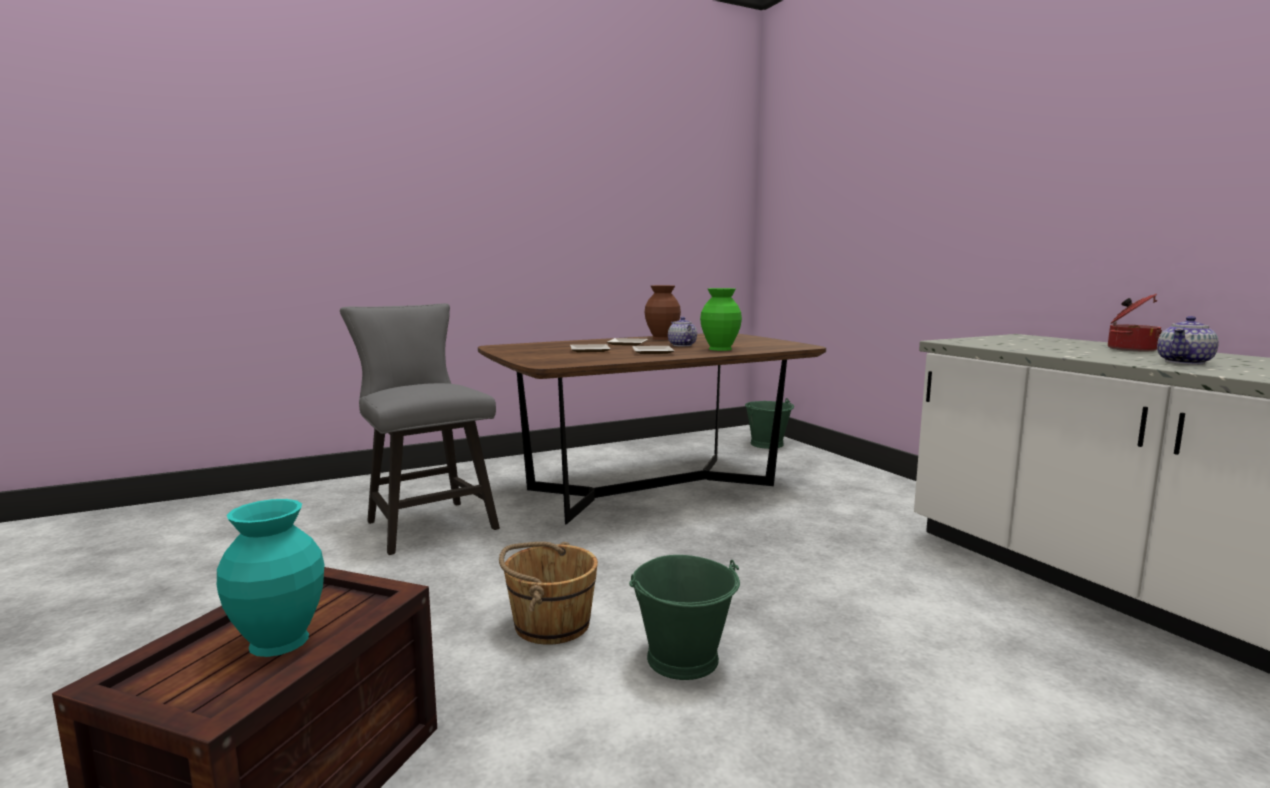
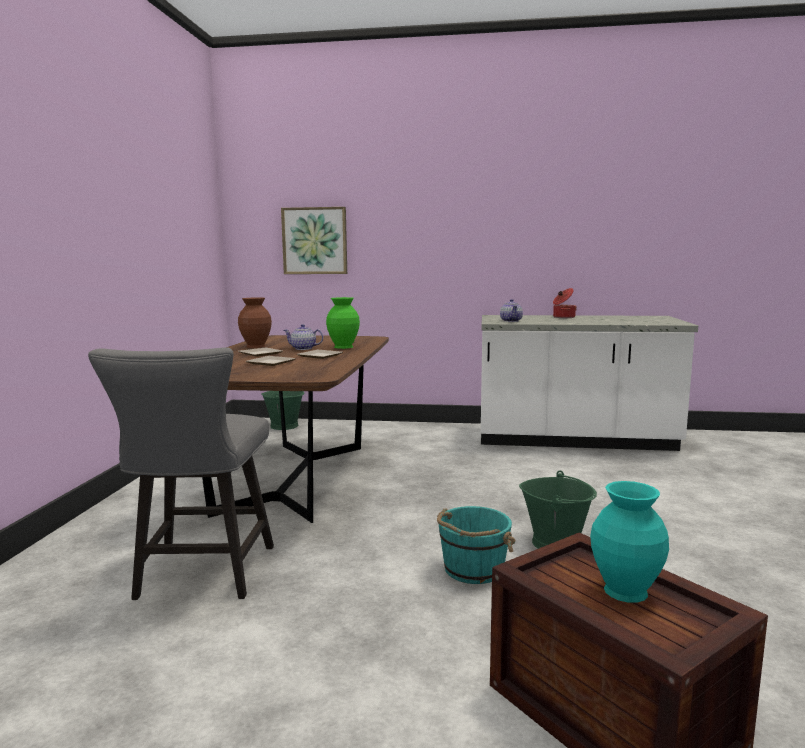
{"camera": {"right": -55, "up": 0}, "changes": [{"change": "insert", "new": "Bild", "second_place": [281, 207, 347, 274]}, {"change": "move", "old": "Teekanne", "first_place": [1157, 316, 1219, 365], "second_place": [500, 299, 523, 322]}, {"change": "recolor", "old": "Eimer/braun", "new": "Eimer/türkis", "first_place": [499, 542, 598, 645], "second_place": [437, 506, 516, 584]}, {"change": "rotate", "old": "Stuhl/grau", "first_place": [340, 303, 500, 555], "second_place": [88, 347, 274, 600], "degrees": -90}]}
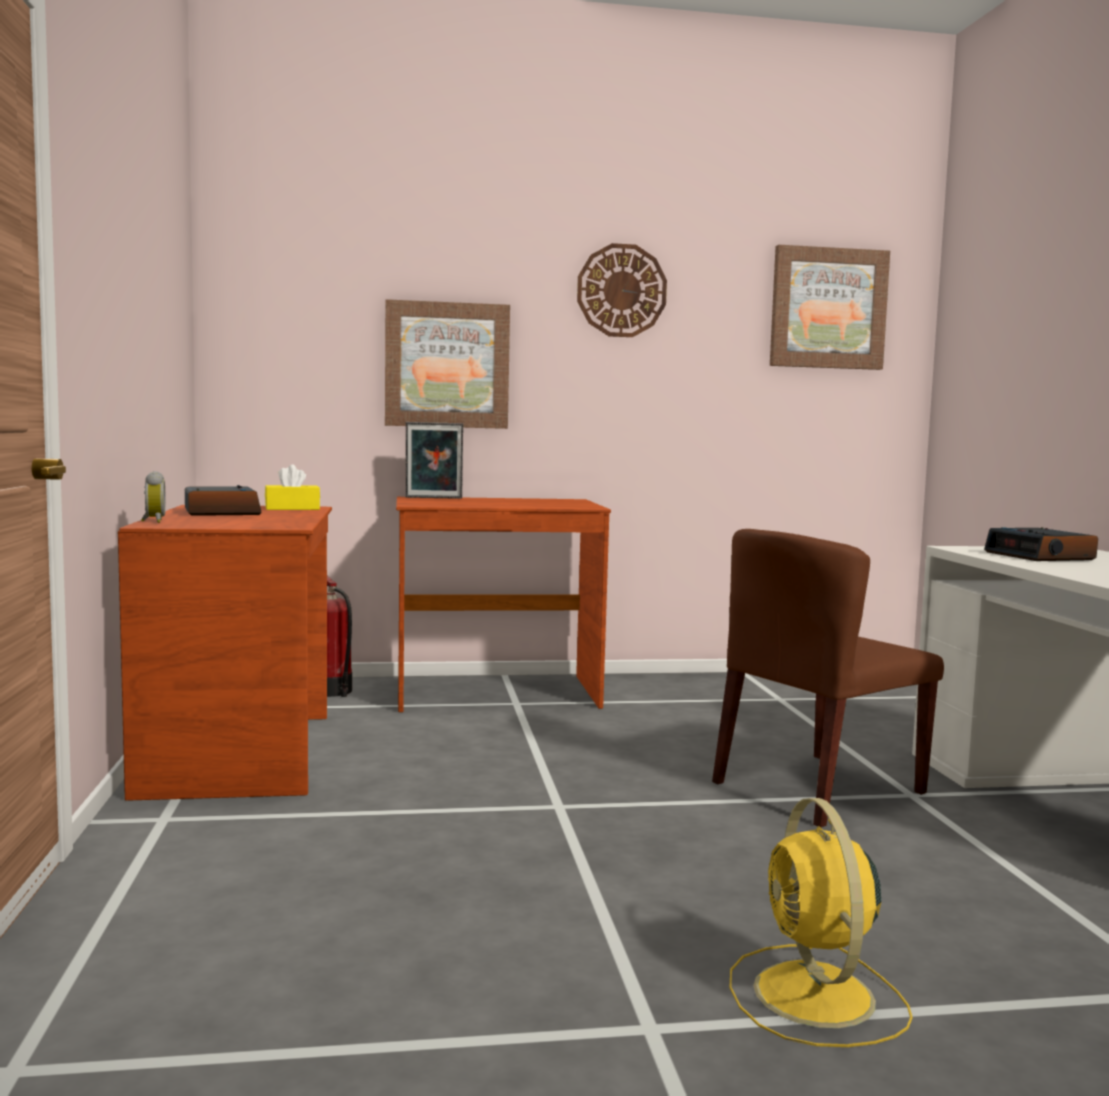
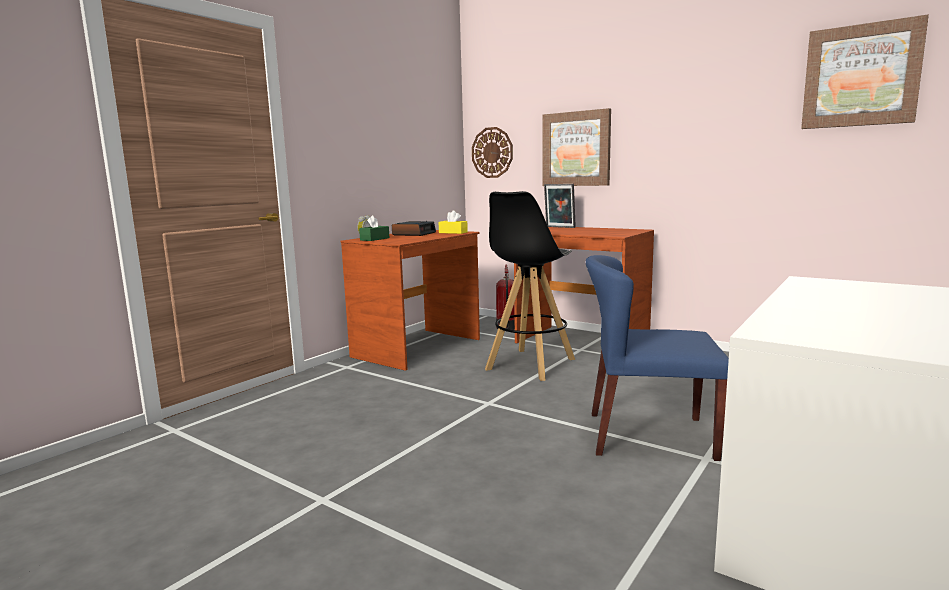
{"camera": {"right": 45, "up": 5}, "changes": [{"change": "delete", "old": "Ventilator/gelb", "first_place": [730, 798, 913, 1047]}, {"change": "delete", "old": "Wecker", "first_place": [984, 527, 1098, 561]}, {"change": "insert", "new": "Taschentuchbox/grün", "second_place": [359, 215, 389, 241]}, {"change": "insert", "new": "Hocker/schwarz", "second_place": [485, 191, 575, 381]}, {"change": "move", "old": "Wanduhr", "first_place": [577, 243, 667, 337], "second_place": [472, 127, 513, 178]}, {"change": "recolor", "old": "Stuhl/braun", "new": "Stuhl/blau", "first_place": [712, 529, 944, 827], "second_place": [585, 255, 729, 461]}]}
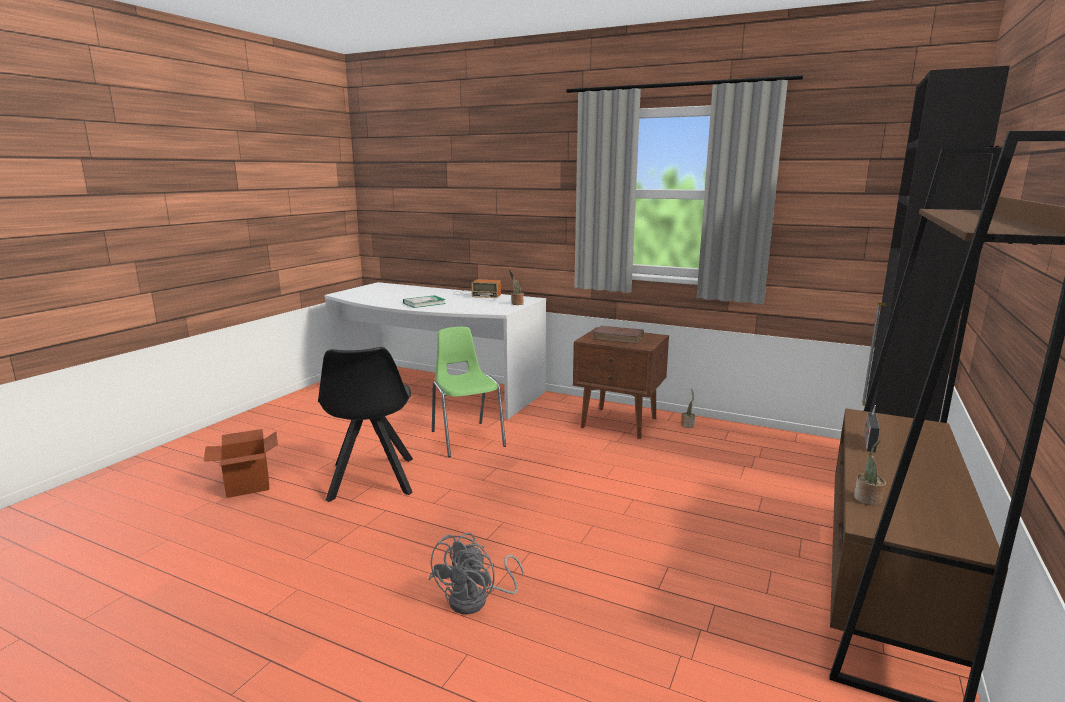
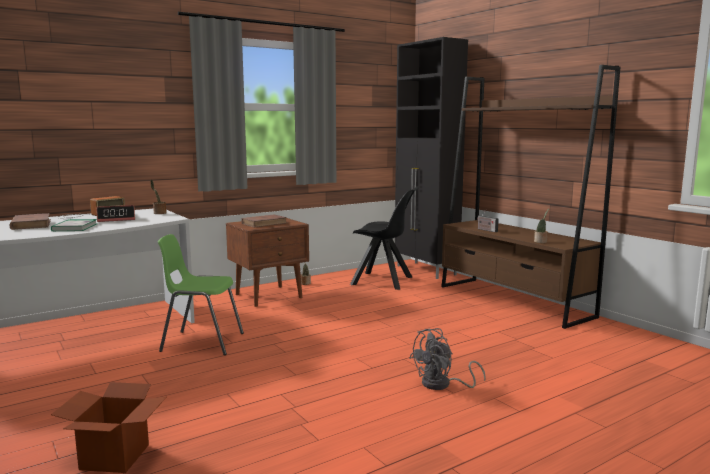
{"camera": {"right": -60, "up": -5}, "changes": [{"change": "insert", "new": "Buch/braun", "second_place": [9, 213, 51, 230]}, {"change": "insert", "new": "Wecker", "second_place": [96, 205, 135, 222]}, {"change": "move", "old": "Stuhl/schwarz", "first_place": [318, 347, 413, 502], "second_place": [350, 187, 419, 290]}, {"change": "rotate", "old": "Ventilator/grau", "first_place": [428, 533, 524, 614], "second_place": [409, 328, 486, 390], "degrees": 90}]}
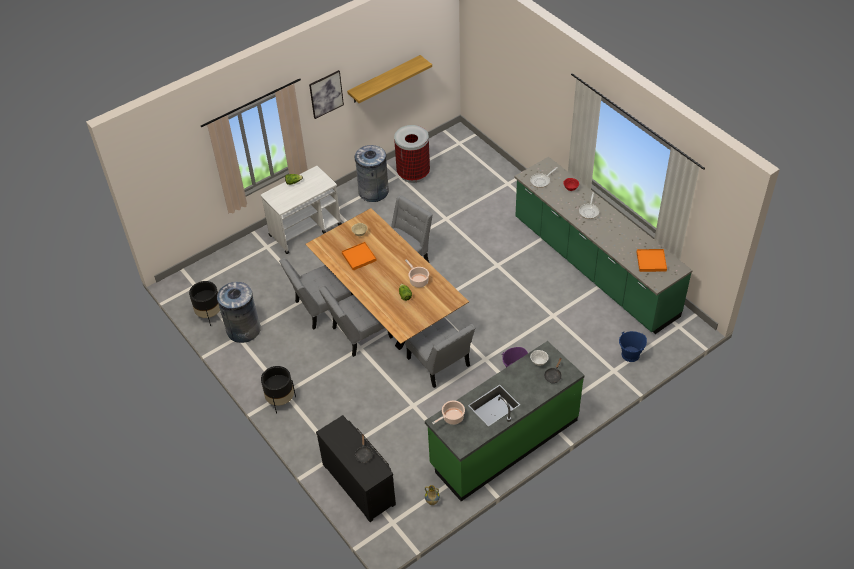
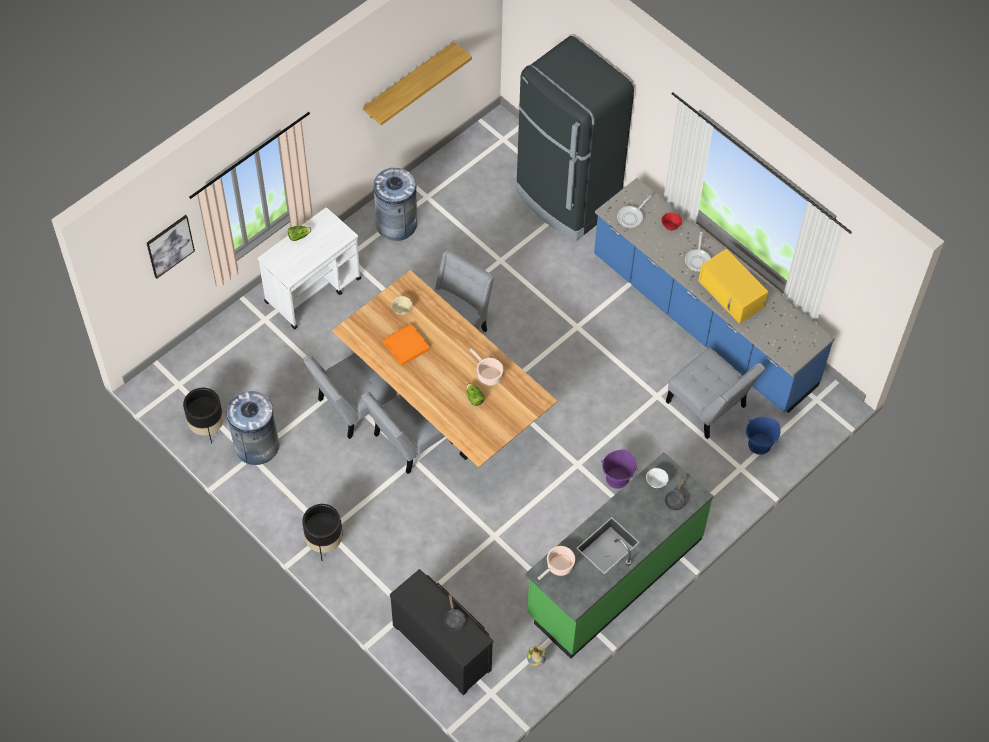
{"camera": {"right": -10, "up": 10}, "changes": [{"change": "delete", "old": "Mülleimer", "first_place": [394, 125, 430, 183]}, {"change": "delete", "old": "Tablett/orange", "first_place": [637, 249, 667, 272]}, {"change": "insert", "new": "Kühlschrank/schwarz", "second_place": [516, 36, 634, 241]}, {"change": "insert", "new": "Mikrowelle/gelb", "second_place": [698, 249, 768, 324]}, {"change": "move", "old": "Bild", "first_place": [309, 70, 344, 119], "second_place": [147, 215, 195, 279]}, {"change": "move", "old": "Stuhl/grau", "first_place": [405, 318, 475, 388], "second_place": [666, 348, 765, 439]}, {"change": "recolor", "old": "Küchenzeile/grün", "new": "Küchenzeile/blau", "first_place": [514, 157, 693, 334], "second_place": [594, 178, 835, 413]}]}
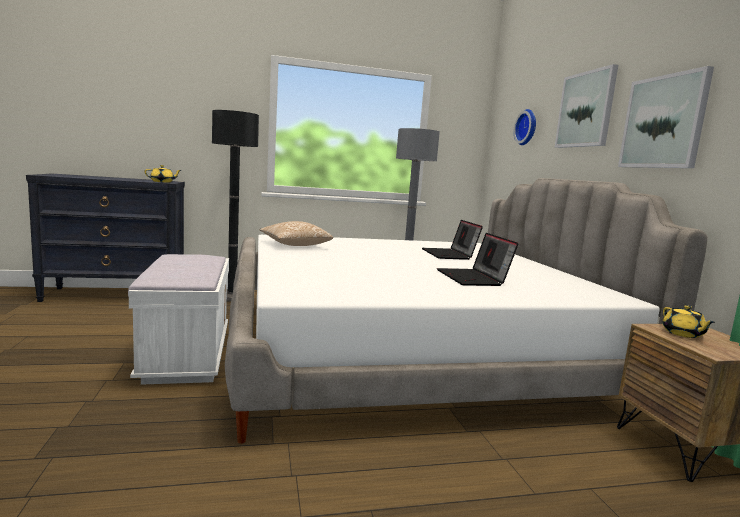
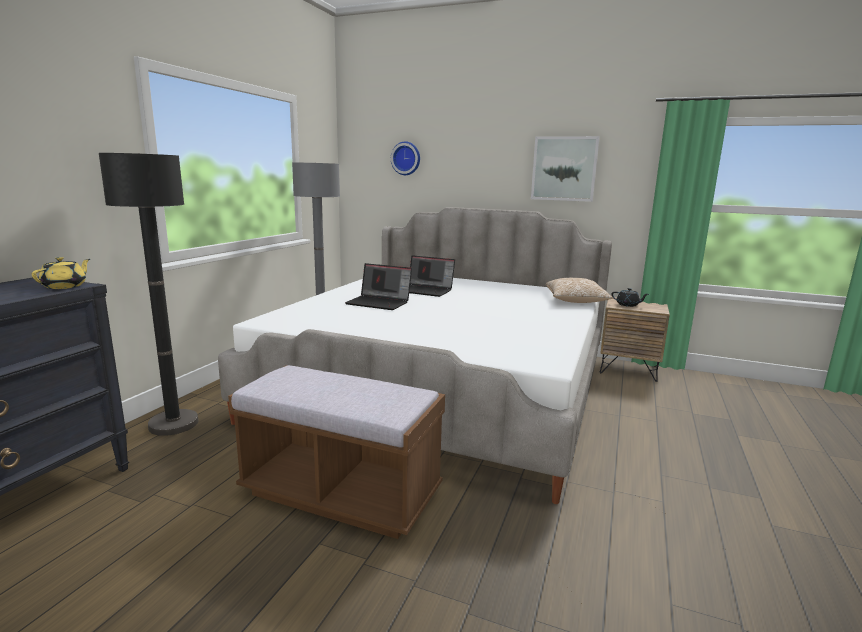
{"camera": {"right": -55, "up": 5}, "changes": [{"change": "delete", "old": "Bild", "first_place": [555, 64, 618, 148]}, {"change": "move", "old": "Kissen", "first_place": [260, 221, 333, 246], "second_place": [546, 278, 613, 303]}, {"change": "move", "old": "Laptop", "first_place": [437, 233, 519, 286], "second_place": [345, 263, 412, 310]}, {"change": "recolor", "old": "Bank/weiß", "new": "Bank/braun", "first_place": [128, 254, 229, 385], "second_place": [228, 365, 445, 539]}, {"change": "recolor", "old": "Teekanne/gelb", "new": "Teekanne/schwarz", "first_place": [662, 305, 715, 338], "second_place": [611, 288, 649, 307]}]}
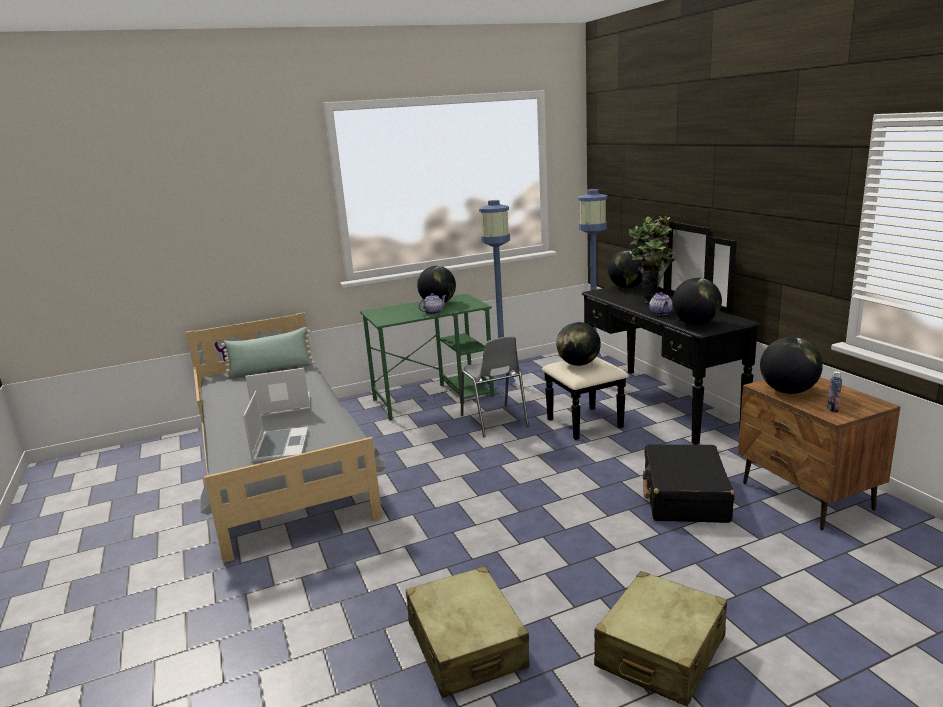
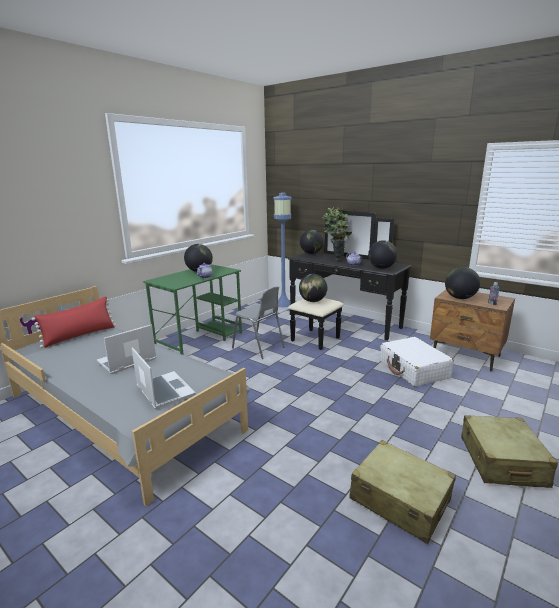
{"camera": {"right": -30, "up": 0}, "changes": [{"change": "delete", "old": "Stehlampe/blau", "first_place": [479, 200, 515, 386]}, {"change": "recolor", "old": "Kissen/grün", "new": "Kissen/rot", "first_place": [221, 327, 315, 378], "second_place": [32, 296, 116, 348]}, {"change": "recolor", "old": "Koffer/schwarz", "new": "Koffer/weiß", "first_place": [643, 445, 734, 523], "second_place": [380, 337, 454, 387]}]}
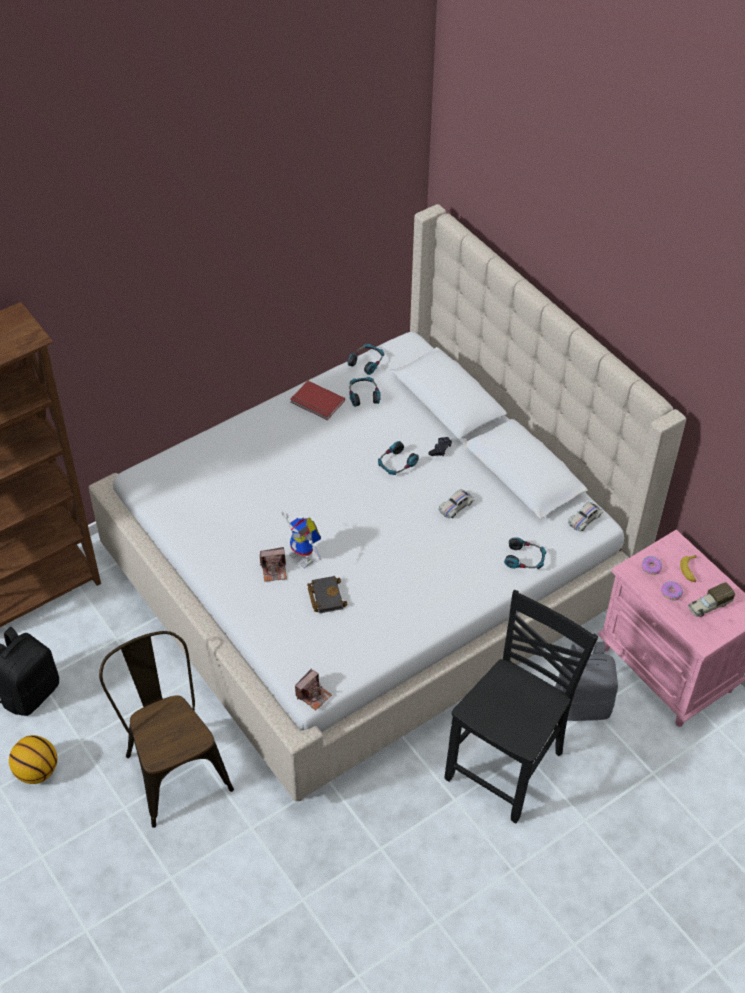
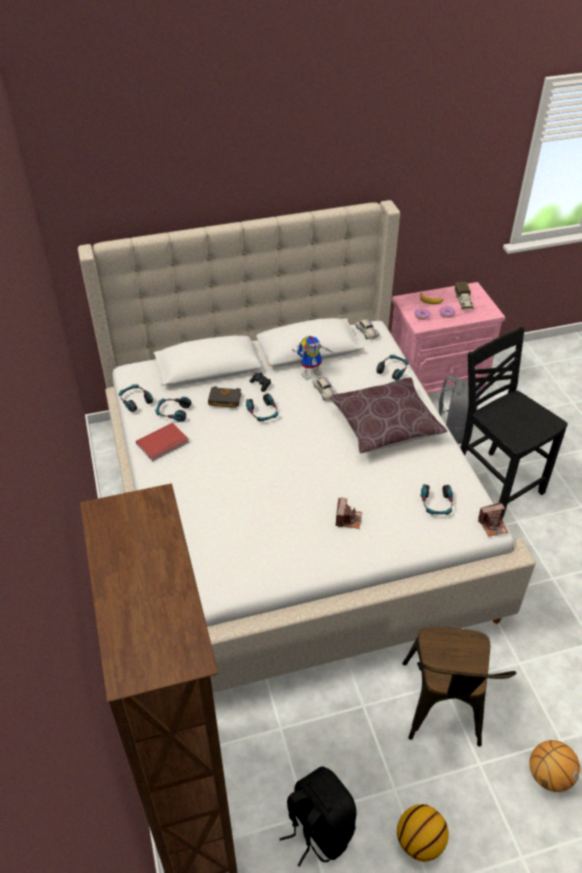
{"camera": {"right": -70, "up": -5}, "changes": [{"change": "insert", "new": "Kissen/braun", "second_place": [330, 377, 447, 453]}, {"change": "insert", "new": "Kopfhörer", "second_place": [421, 484, 453, 515]}, {"change": "insert", "new": "Basketball", "second_place": [529, 740, 580, 792]}, {"change": "move", "old": "Spielzeugroboter", "first_place": [281, 511, 322, 568], "second_place": [292, 336, 334, 379]}, {"change": "move", "old": "Buch/schwarz", "first_place": [307, 576, 348, 613], "second_place": [208, 386, 241, 408]}, {"change": "rotate", "old": "Stuhl/braun", "first_place": [99, 631, 234, 828], "second_place": [402, 627, 516, 747], "degrees": -75}, {"change": "rotate", "old": "Kamera", "first_place": [295, 669, 332, 711], "second_place": [478, 502, 508, 537], "degrees": 105}]}
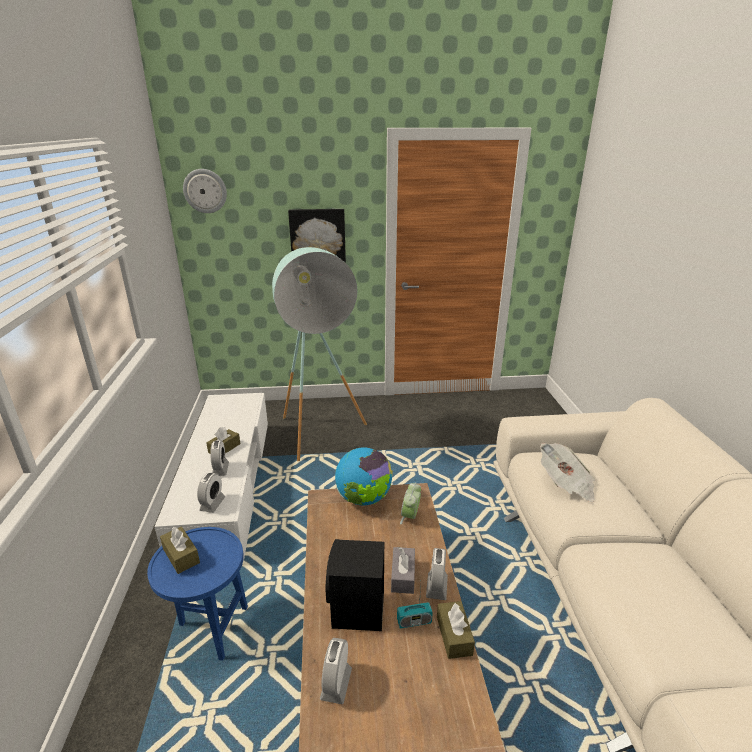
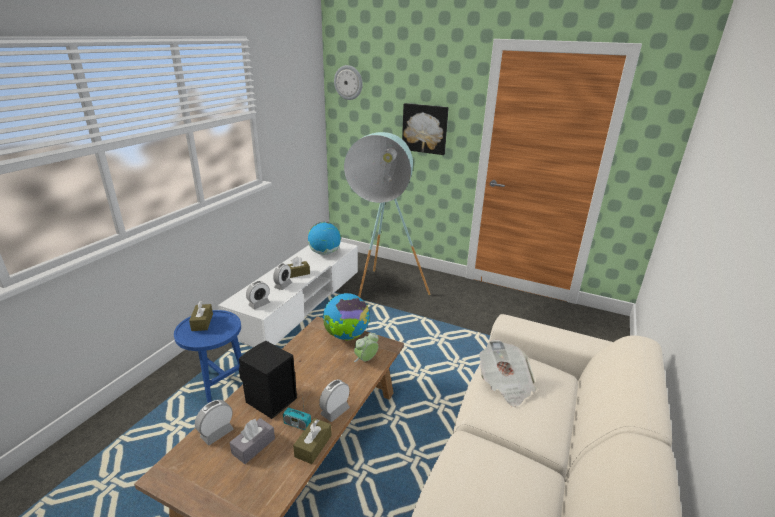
{"camera": {"right": 30, "up": 0}, "changes": [{"change": "insert", "new": "Globus", "second_place": [308, 222, 341, 255]}, {"change": "move", "old": "Taschentuchbox/grau", "first_place": [391, 547, 415, 594], "second_place": [229, 418, 275, 464]}]}
